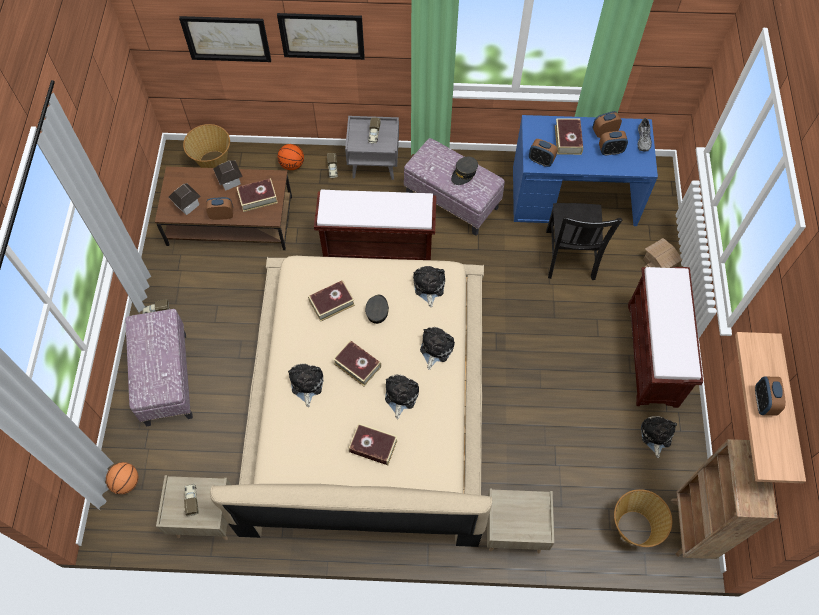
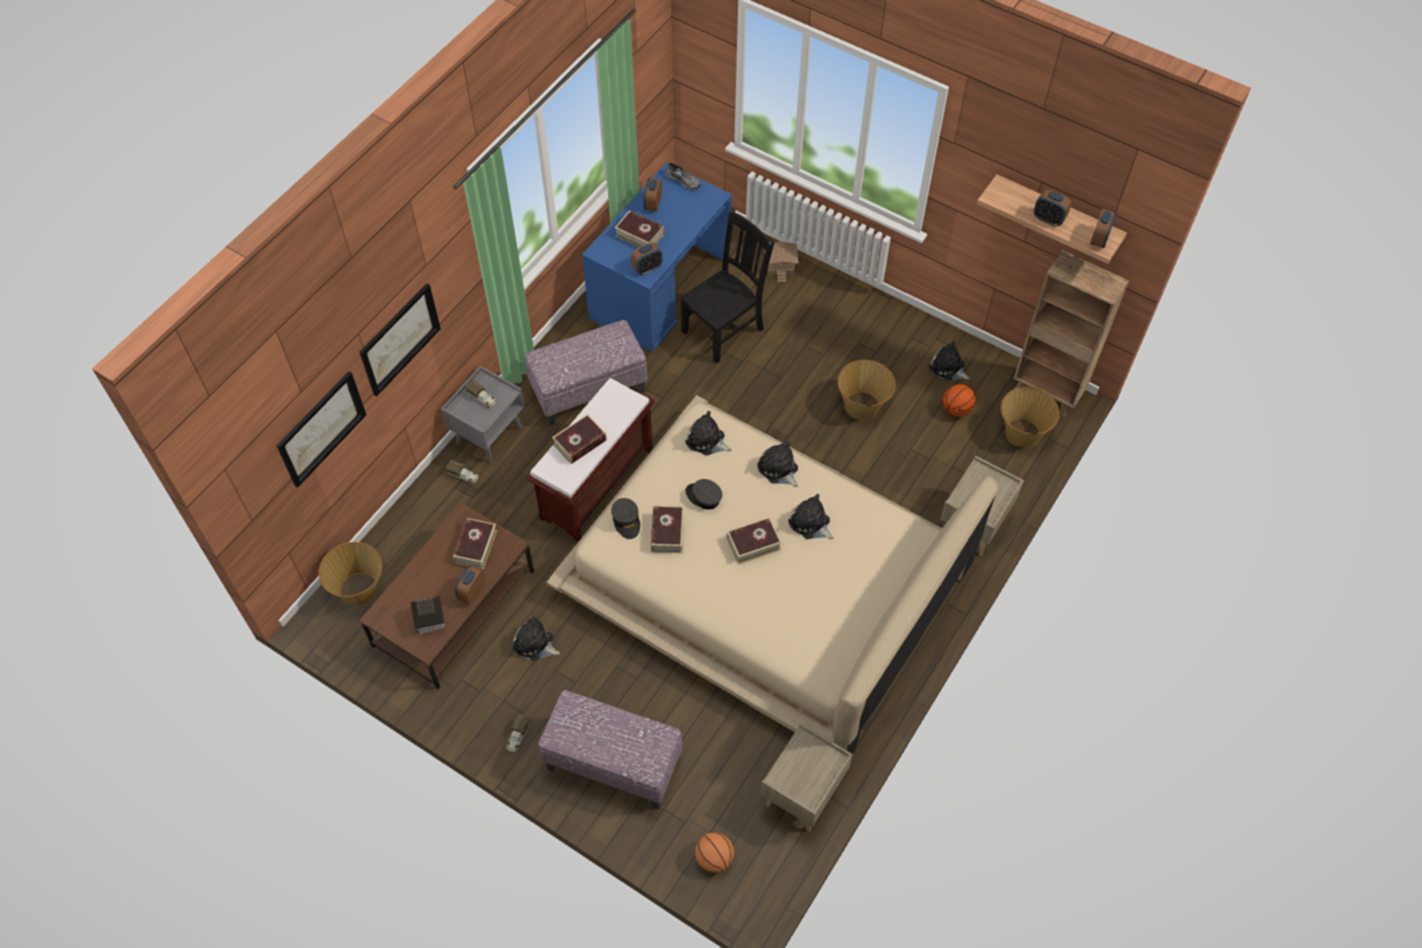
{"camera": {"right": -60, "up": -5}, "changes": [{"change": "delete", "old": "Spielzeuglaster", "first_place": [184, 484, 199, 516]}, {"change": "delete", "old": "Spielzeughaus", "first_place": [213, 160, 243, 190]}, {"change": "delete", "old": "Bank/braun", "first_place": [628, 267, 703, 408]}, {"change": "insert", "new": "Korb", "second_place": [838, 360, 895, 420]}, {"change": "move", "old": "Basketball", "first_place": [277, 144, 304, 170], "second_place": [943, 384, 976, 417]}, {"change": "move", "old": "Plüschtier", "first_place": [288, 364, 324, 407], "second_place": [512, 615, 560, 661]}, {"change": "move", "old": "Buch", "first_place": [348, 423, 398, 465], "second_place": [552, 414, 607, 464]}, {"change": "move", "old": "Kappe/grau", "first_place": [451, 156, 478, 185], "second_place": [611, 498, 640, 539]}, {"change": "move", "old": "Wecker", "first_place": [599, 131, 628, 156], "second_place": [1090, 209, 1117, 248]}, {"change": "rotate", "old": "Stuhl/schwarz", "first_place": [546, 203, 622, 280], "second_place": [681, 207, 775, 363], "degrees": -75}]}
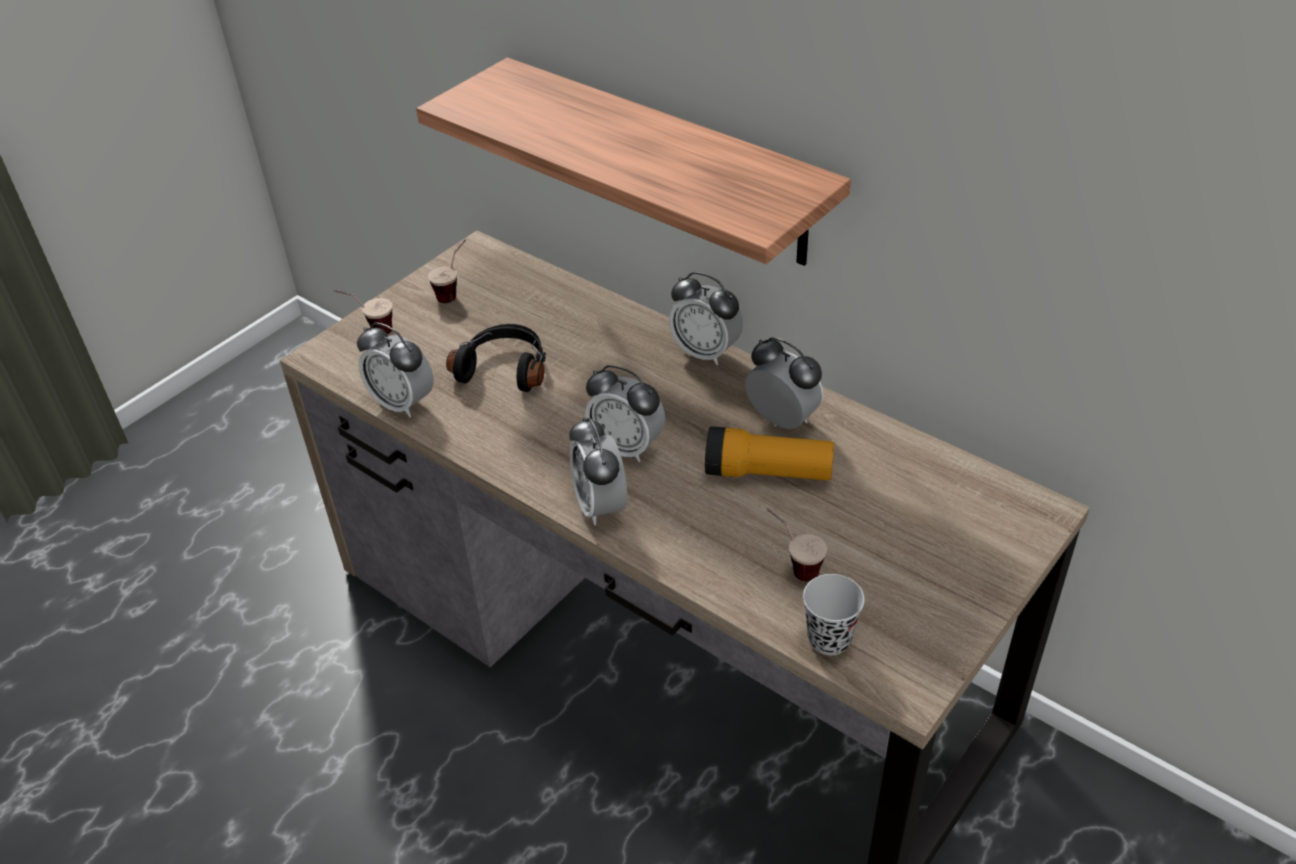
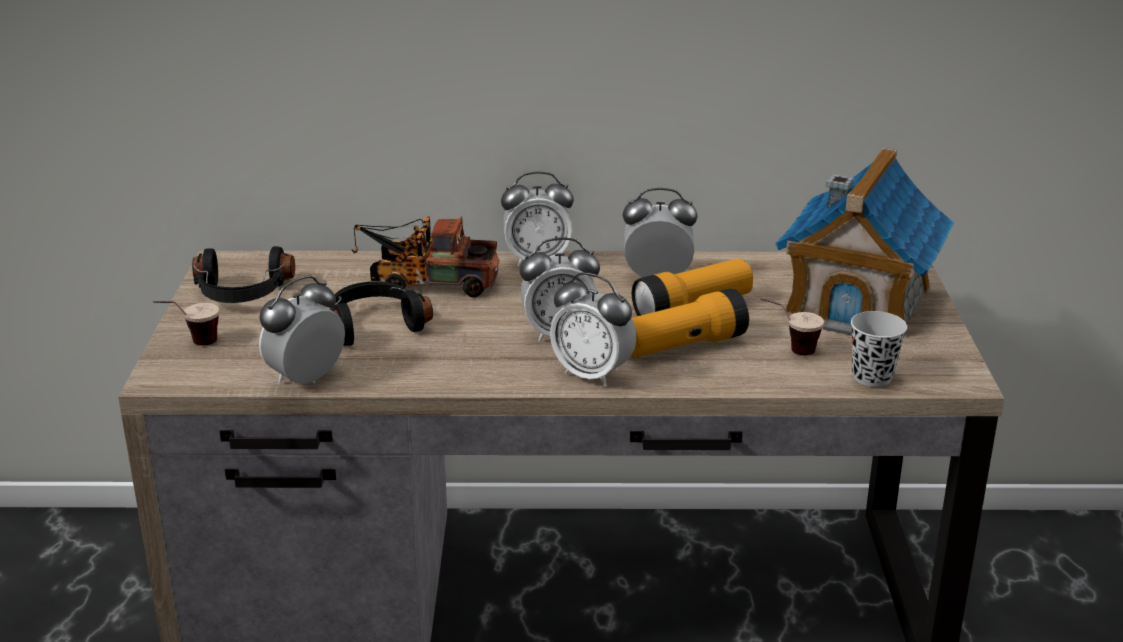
{"camera": {"right": -40, "up": -15}, "changes": [{"change": "delete", "old": "Wandregal", "first_place": [416, 58, 851, 266]}, {"change": "insert", "new": "Spielzeuglaster", "second_place": [352, 216, 500, 297]}, {"change": "insert", "new": "Taschenlampe", "second_place": [631, 288, 749, 358]}, {"change": "insert", "new": "Spielzeughaus", "second_place": [775, 148, 954, 337]}, {"change": "replace", "old": "Tasse", "new": "Kopfhörer/schwarz", "first_place": [428, 239, 466, 303], "second_place": [192, 246, 295, 303]}, {"change": "rotate", "old": "Wecker", "first_place": [357, 322, 433, 417], "second_place": [259, 276, 345, 384], "degrees": 135}]}
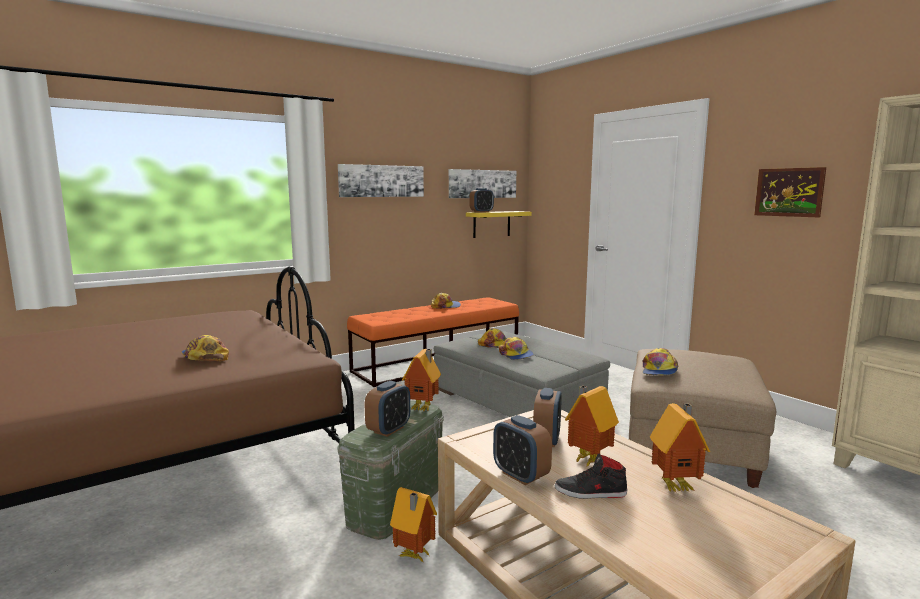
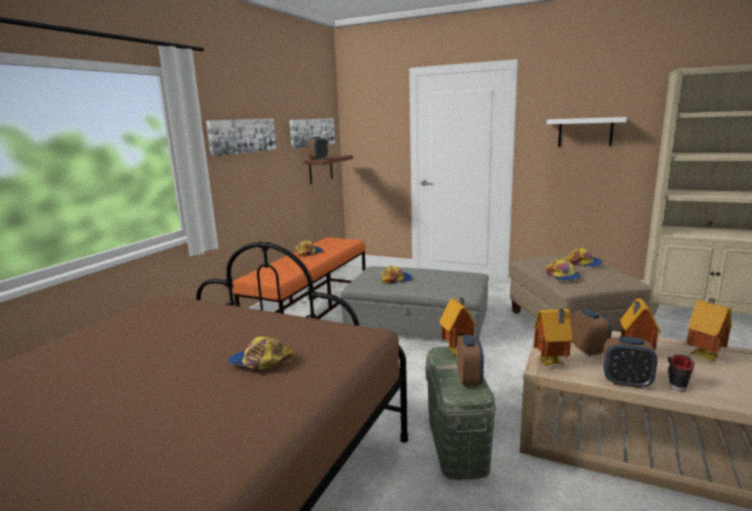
{"camera": {"right": -30, "up": 5}, "changes": [{"change": "move", "old": "Spielzeughaus", "first_place": [390, 487, 437, 561], "second_place": [534, 309, 573, 366]}, {"change": "move", "old": "Kappe", "first_place": [498, 337, 534, 360], "second_place": [564, 247, 603, 267]}, {"change": "replace", "old": "Bild", "new": "Wandregal/weiß", "first_place": [754, 167, 826, 217], "second_place": [547, 117, 627, 146]}, {"change": "recolor", "old": "Wandregal/gelb", "new": "Wandregal/braun", "first_place": [466, 211, 532, 238], "second_place": [304, 155, 353, 184]}, {"change": "rotate", "old": "Schuh/schwarz", "first_place": [554, 453, 627, 499], "second_place": [668, 354, 696, 392], "degrees": 150}]}
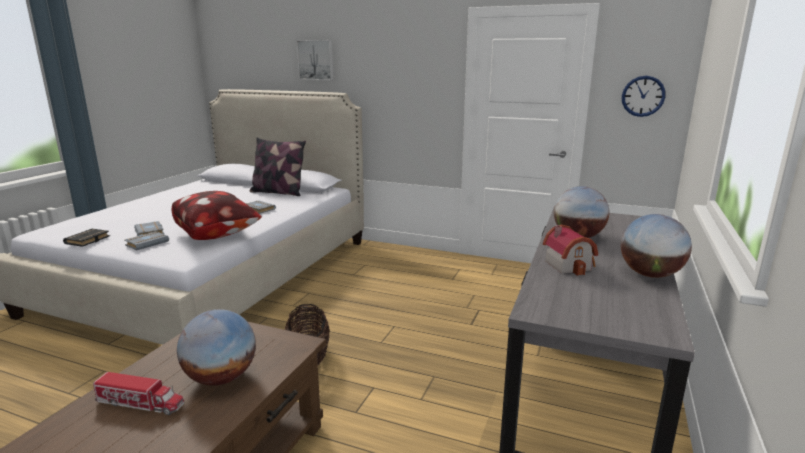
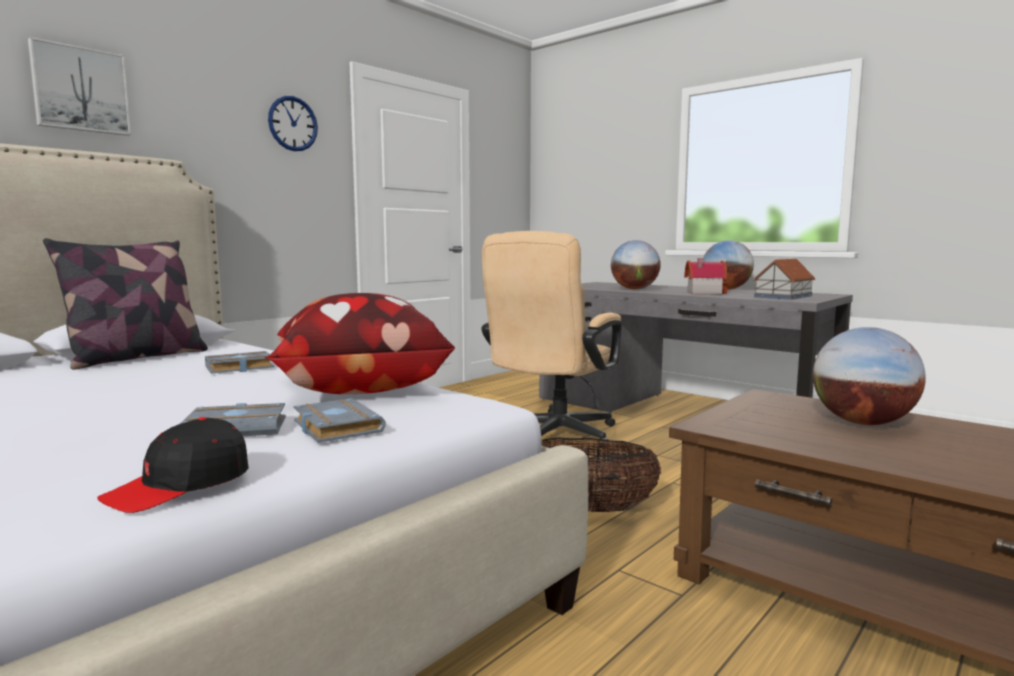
{"camera": {"right": -70, "up": -10}, "changes": [{"change": "delete", "old": "Spielzeuglaster", "first_place": [93, 372, 184, 415]}, {"change": "insert", "new": "Bürostuhl/beige", "second_place": [482, 231, 622, 447]}, {"change": "insert", "new": "Spielzeughaus", "second_place": [753, 259, 815, 300]}, {"change": "move", "old": "Wanduhr", "first_place": [622, 76, 666, 117], "second_place": [268, 96, 318, 151]}, {"change": "replace", "old": "Buch/schwarz", "new": "Kappe/schwarz", "first_place": [63, 229, 110, 247], "second_place": [97, 417, 249, 513]}]}
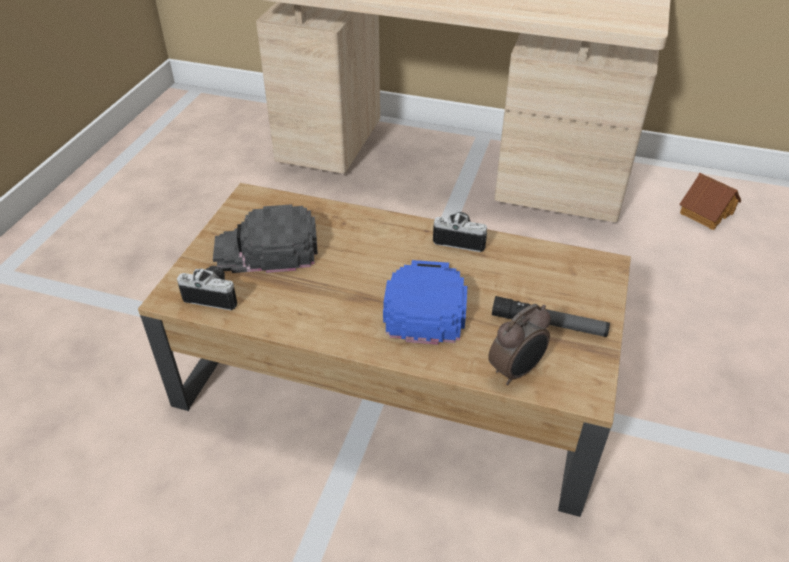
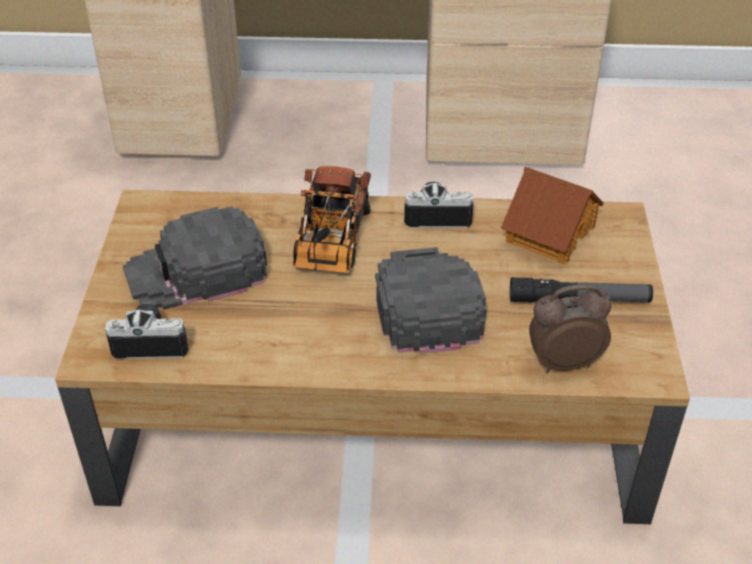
{"camera": {"right": -15, "up": 0}, "changes": [{"change": "insert", "new": "Spielzeuglaster", "second_place": [292, 166, 371, 273]}, {"change": "move", "old": "Spielzeughaus", "first_place": [679, 173, 741, 230], "second_place": [501, 167, 603, 264]}, {"change": "recolor", "old": "Kappe/blau", "new": "Kappe/schwarz", "first_place": [383, 260, 467, 345], "second_place": [375, 247, 487, 354]}, {"change": "rotate", "old": "Wecker", "first_place": [488, 304, 551, 385], "second_place": [529, 284, 611, 373], "degrees": -135}]}
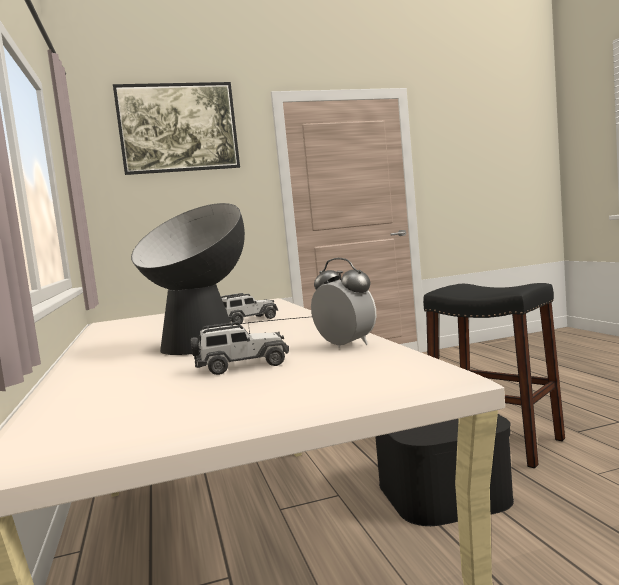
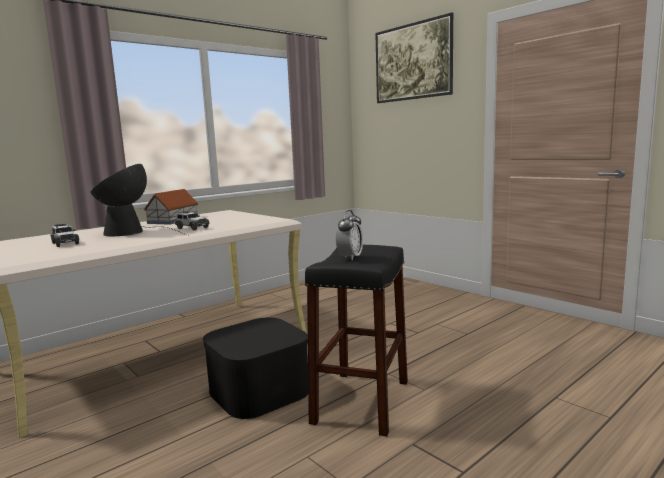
{"camera": {"right": 65, "up": 5}, "changes": [{"change": "insert", "new": "Spielzeughaus", "second_place": [143, 189, 199, 225]}, {"change": "move", "old": "Wecker", "first_place": [311, 258, 377, 348], "second_place": [336, 210, 363, 260]}]}
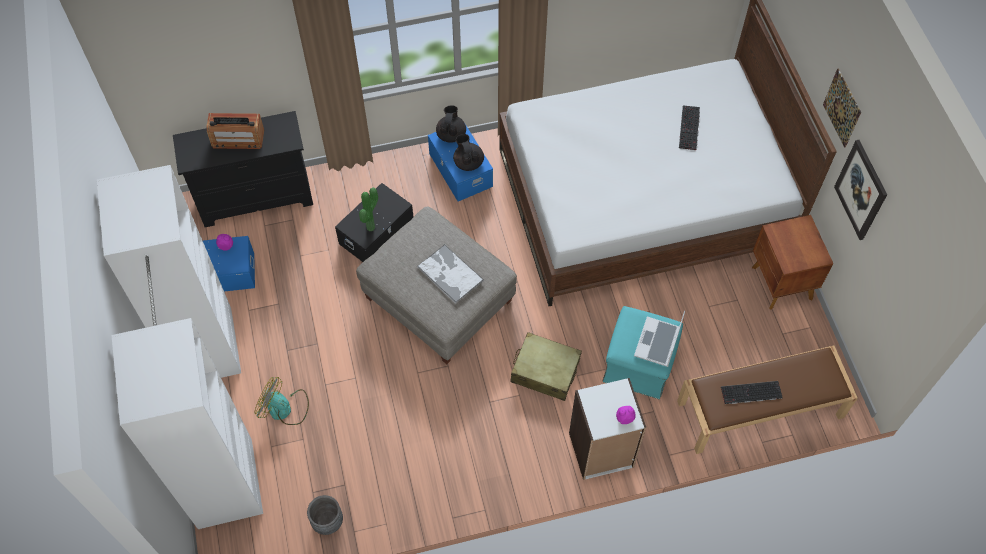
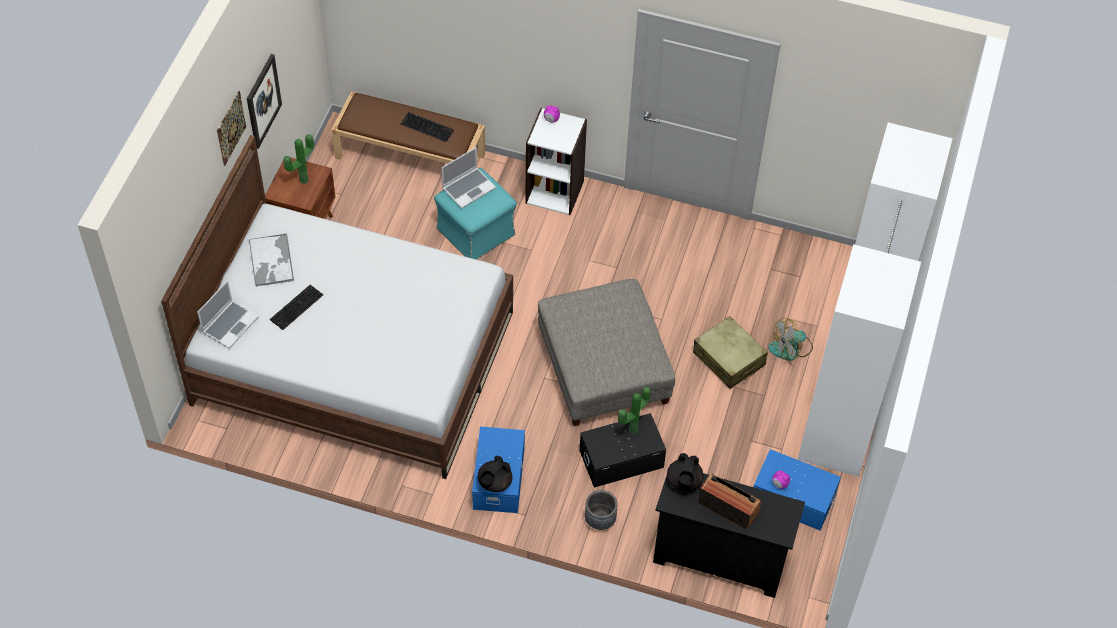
{"camera": {"right": -150, "up": -5}, "changes": [{"change": "insert", "new": "Laptop", "second_place": [197, 280, 259, 349]}, {"change": "insert", "new": "Topfpflanze", "second_place": [283, 134, 314, 184]}, {"change": "move", "old": "Pflanzkübel/grau", "first_place": [307, 495, 343, 535], "second_place": [585, 490, 618, 530]}, {"change": "move", "old": "Tablett", "first_place": [417, 244, 484, 303], "second_place": [249, 234, 294, 286]}, {"change": "move", "old": "Teekanne/schwarz", "first_place": [453, 134, 484, 171], "second_place": [667, 453, 703, 491]}, {"change": "move", "old": "Koffer/beige", "first_place": [510, 332, 582, 401], "second_place": [693, 316, 768, 389]}, {"change": "rotate", "old": "Ventilator", "first_place": [255, 377, 309, 425], "second_place": [768, 318, 813, 361], "degrees": 105}]}
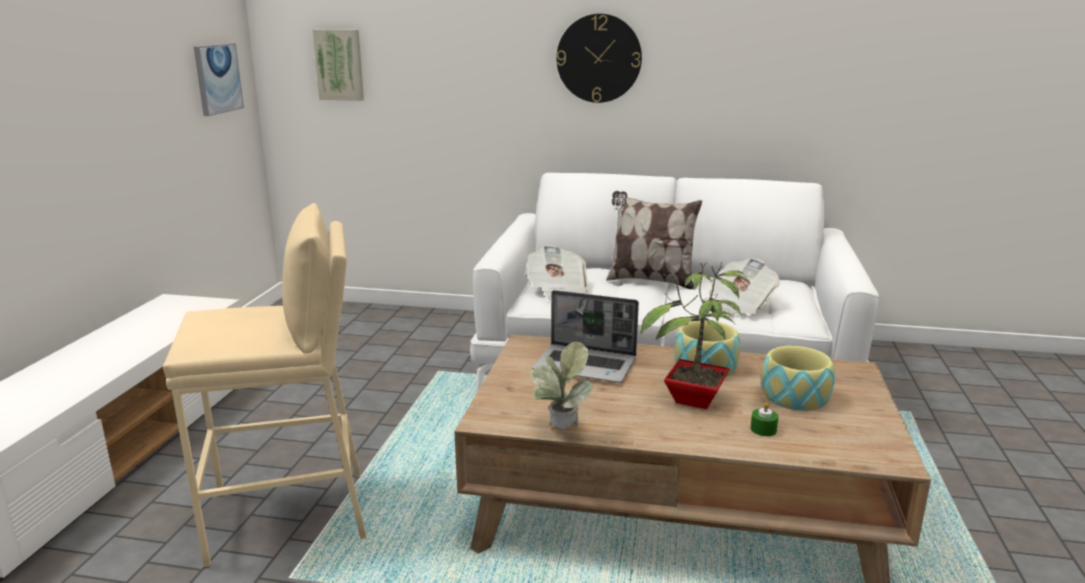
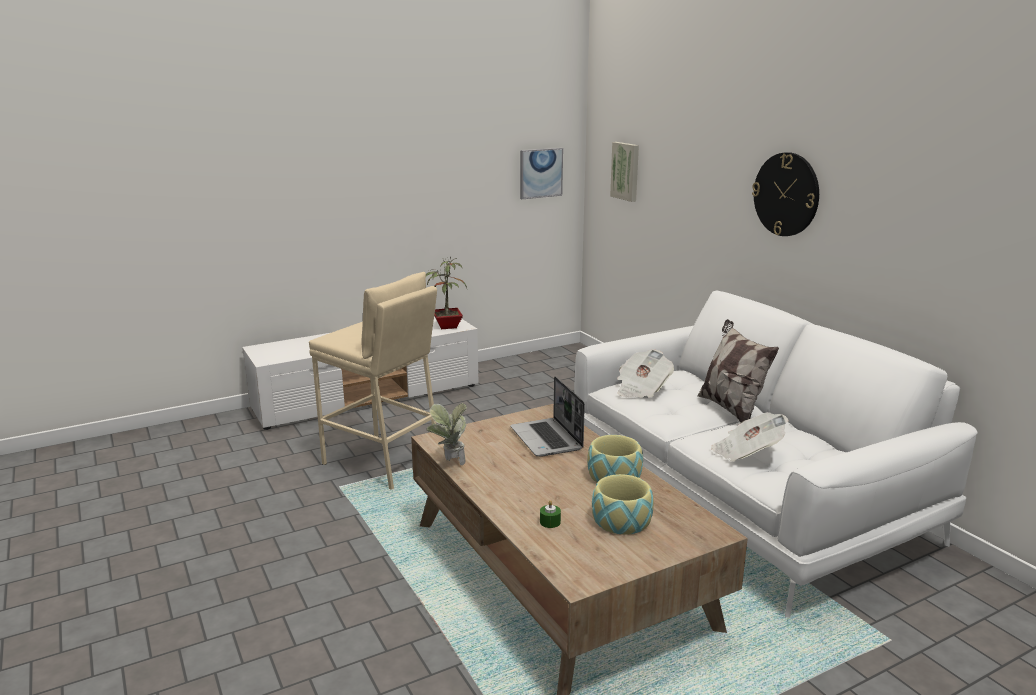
{"camera": {"right": 50, "up": 0}, "changes": [{"change": "move", "old": "Topfpflanze", "first_place": [640, 262, 749, 409], "second_place": [426, 258, 467, 329]}]}
